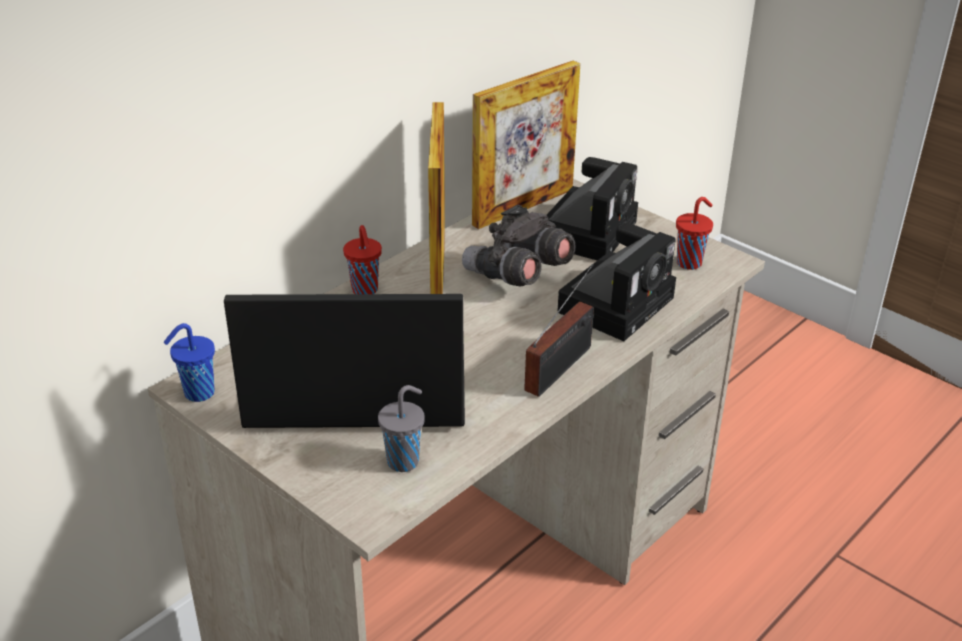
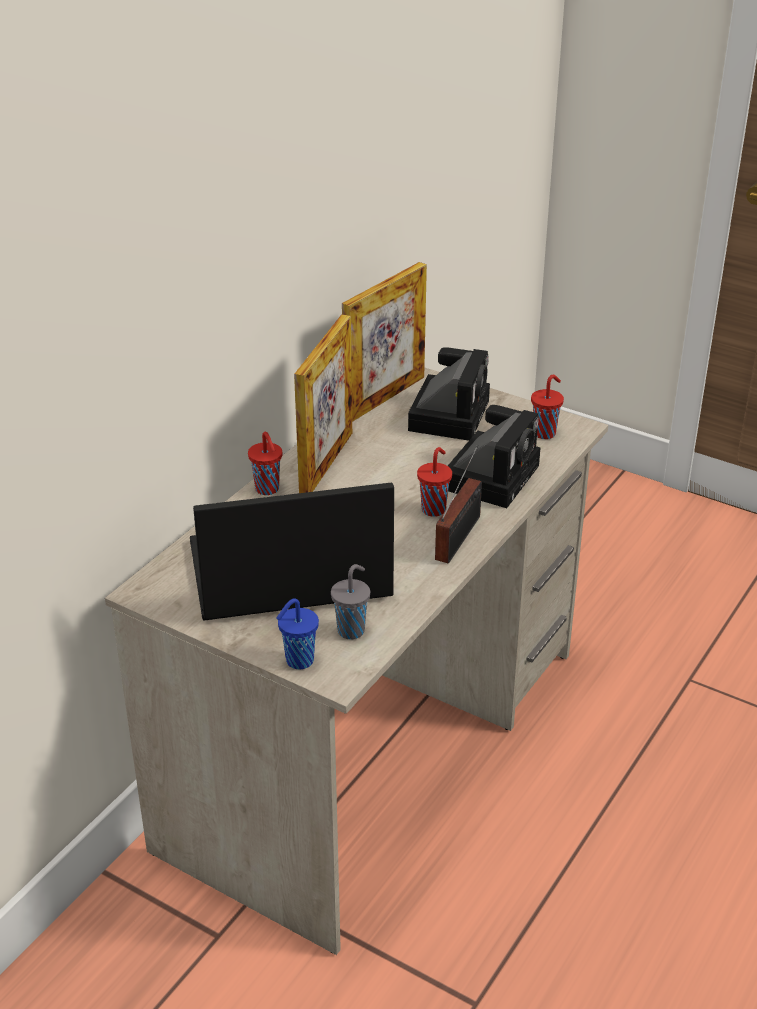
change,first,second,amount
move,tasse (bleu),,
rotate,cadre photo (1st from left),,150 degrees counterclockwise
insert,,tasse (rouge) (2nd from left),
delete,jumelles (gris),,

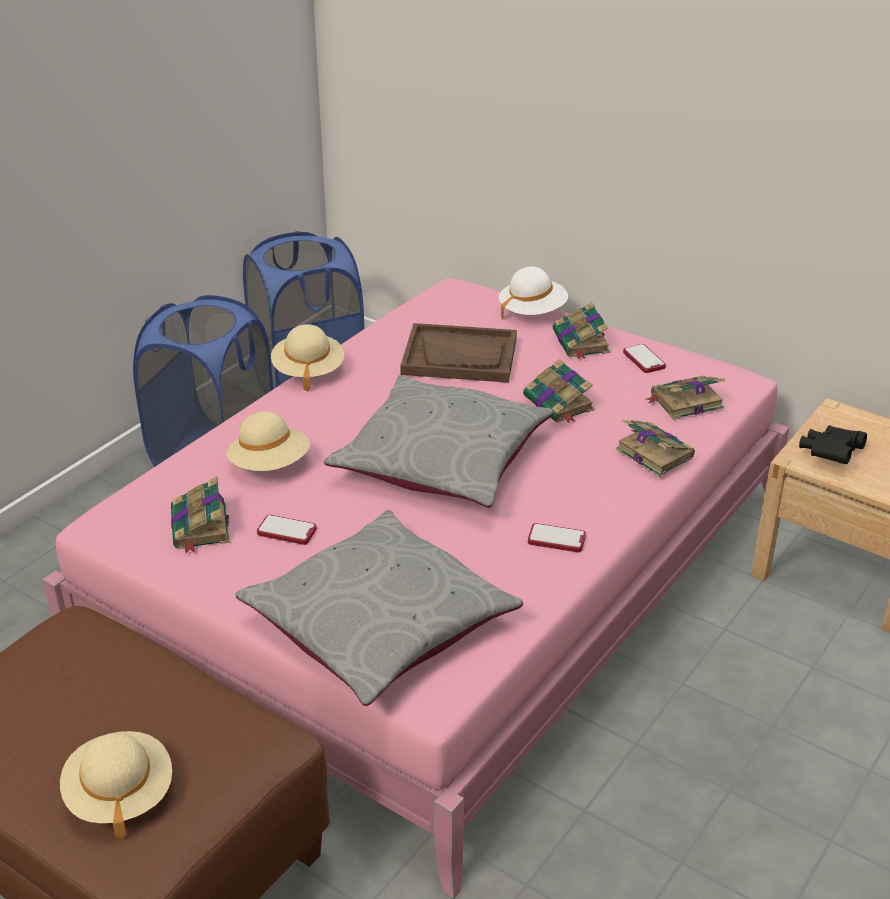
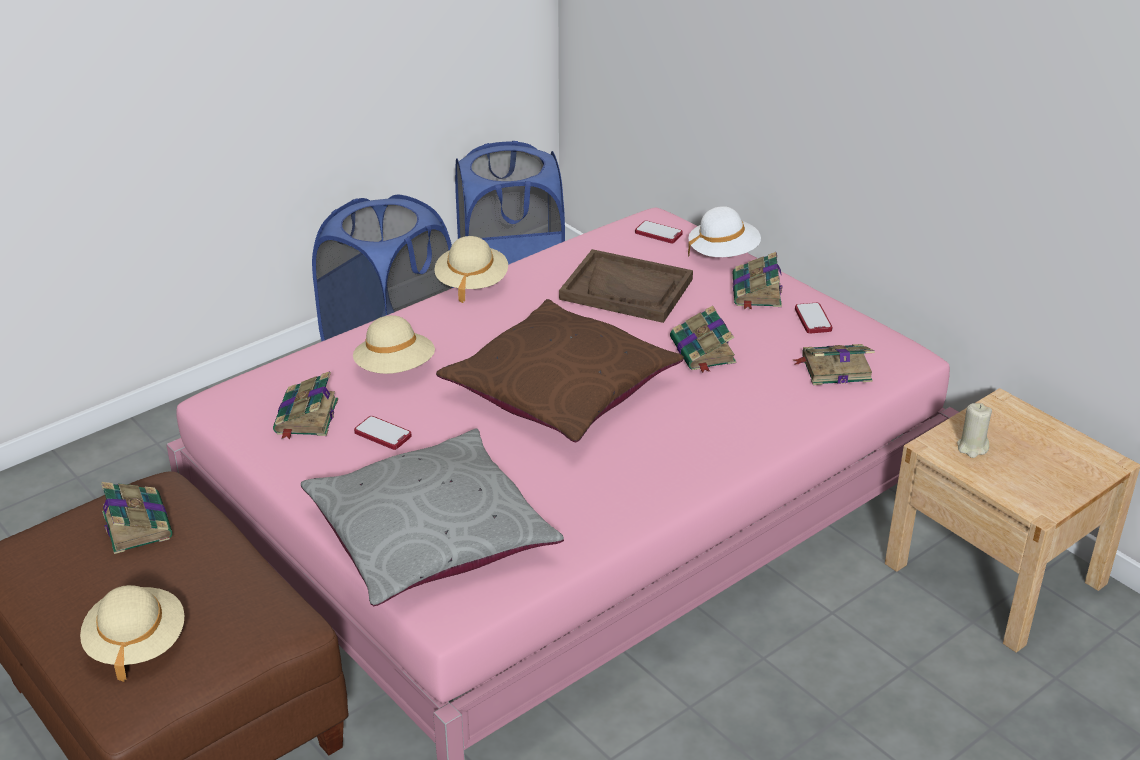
change,first,second,amount
move,livre (4th from left in the first image),livre (1st from left),
recolor,coussin (gris) (2nd from left),coussin (marron),
move,téléphone (2nd from left),,
replace,jumelles (noir),bougie (beige),

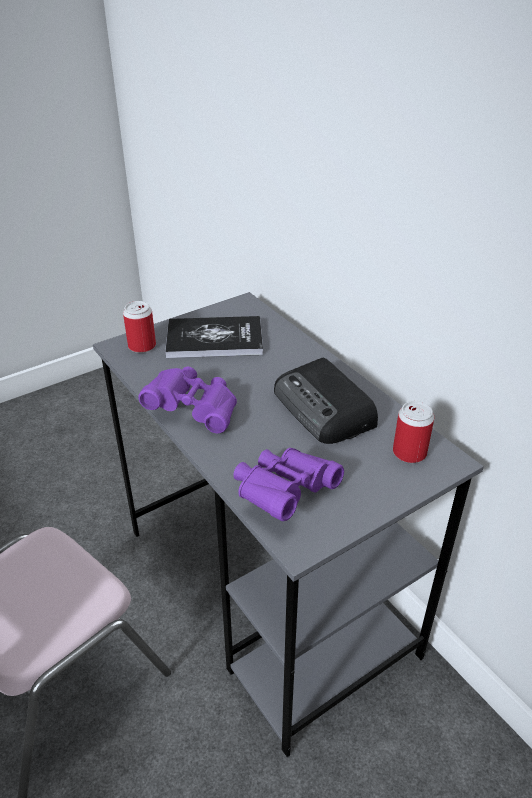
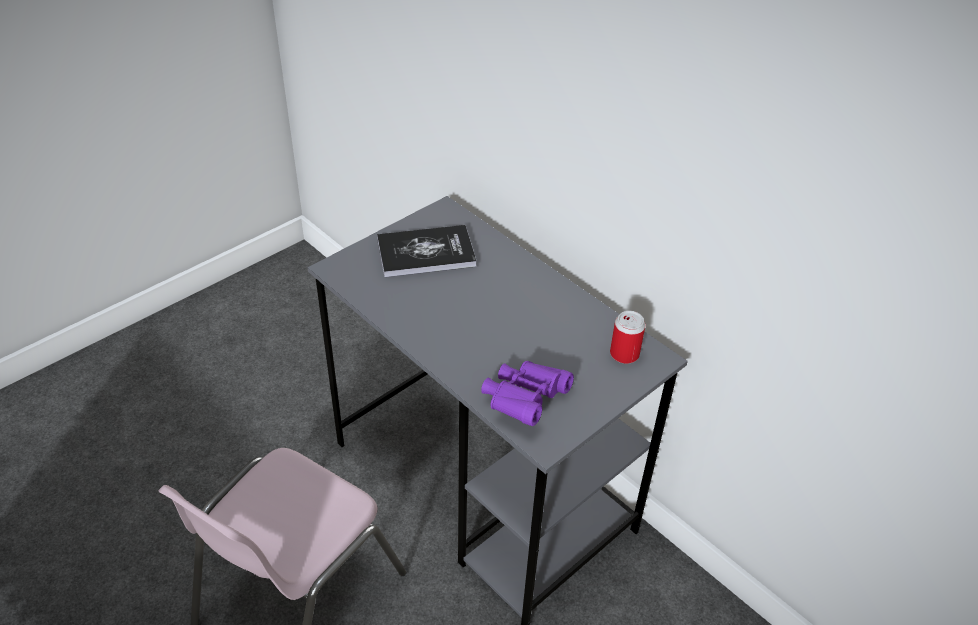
change,first,second,amount
delete,boîte métallique (1st from left),,
delete,jumelles (violet) (1st from left),,
delete,radio,,

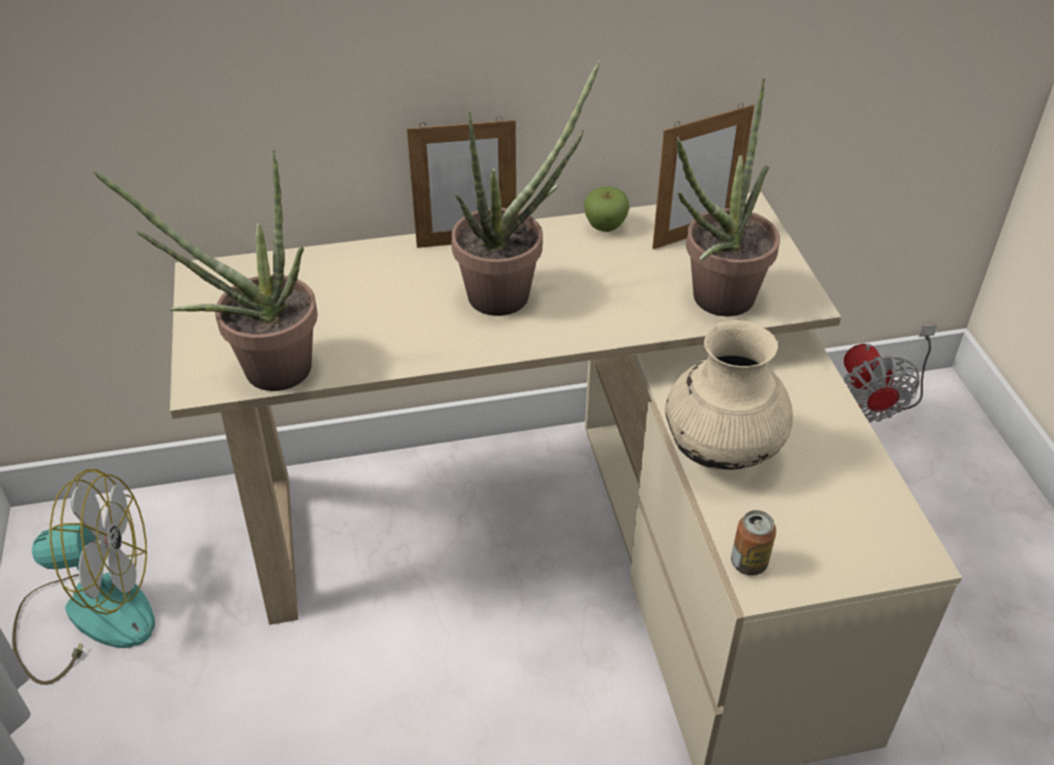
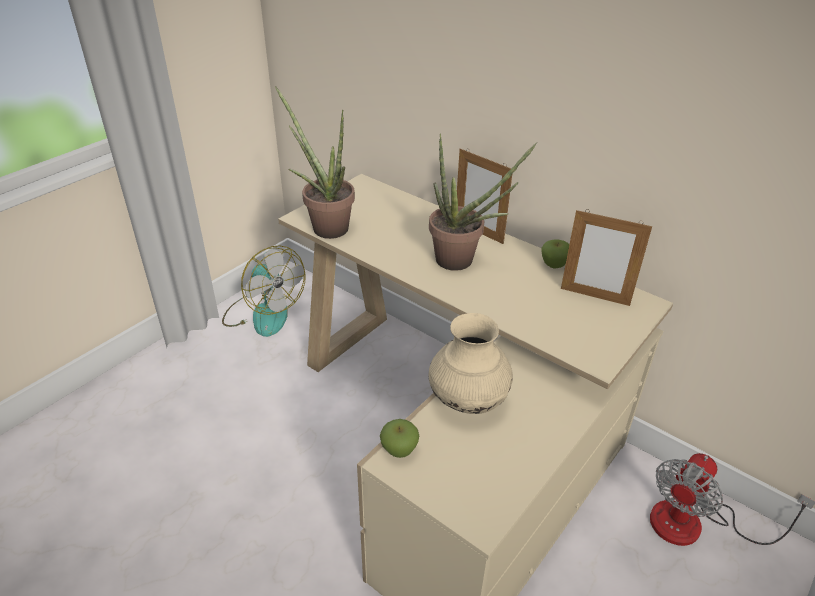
change,first,second,amount
replace,boîte métallique,pomme (1st from left),
delete,plante en pot (3rd from left),,

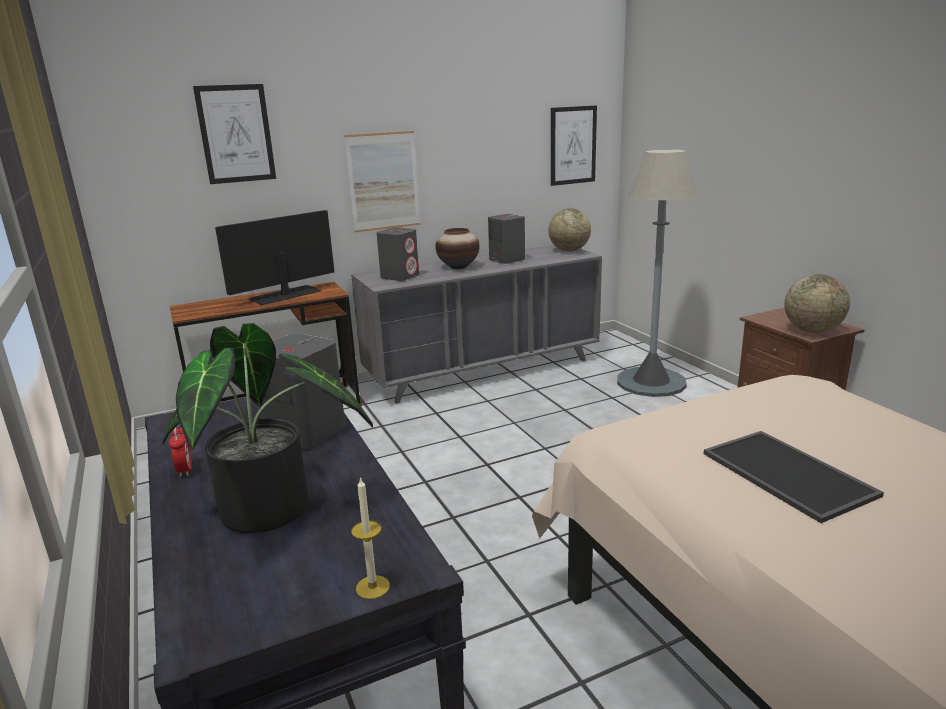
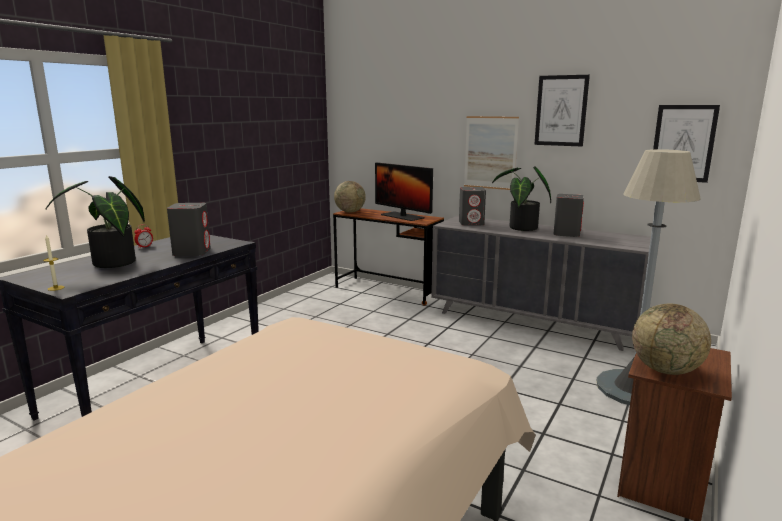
change,first,second,amount
move,globe (1st from left),,
rotate,écran d'ordinateur,,150 degrees counterclockwise
replace,vase,plante en pot (2nd from left),
move,tableau (1st from left in the first image),tableau (2nd from left),
delete,plateau,,

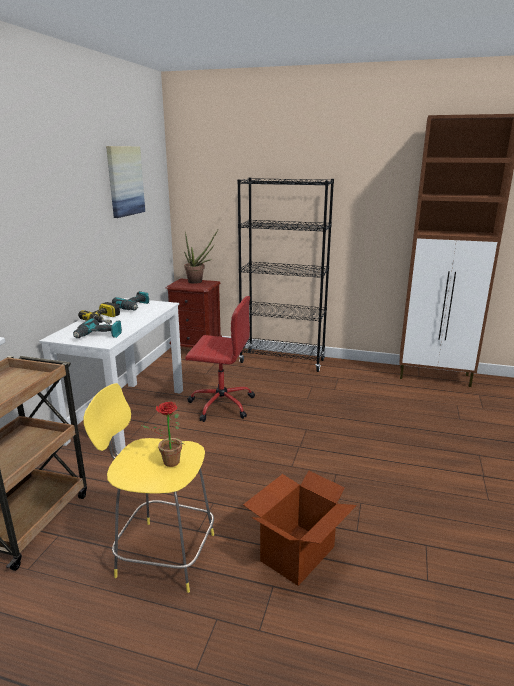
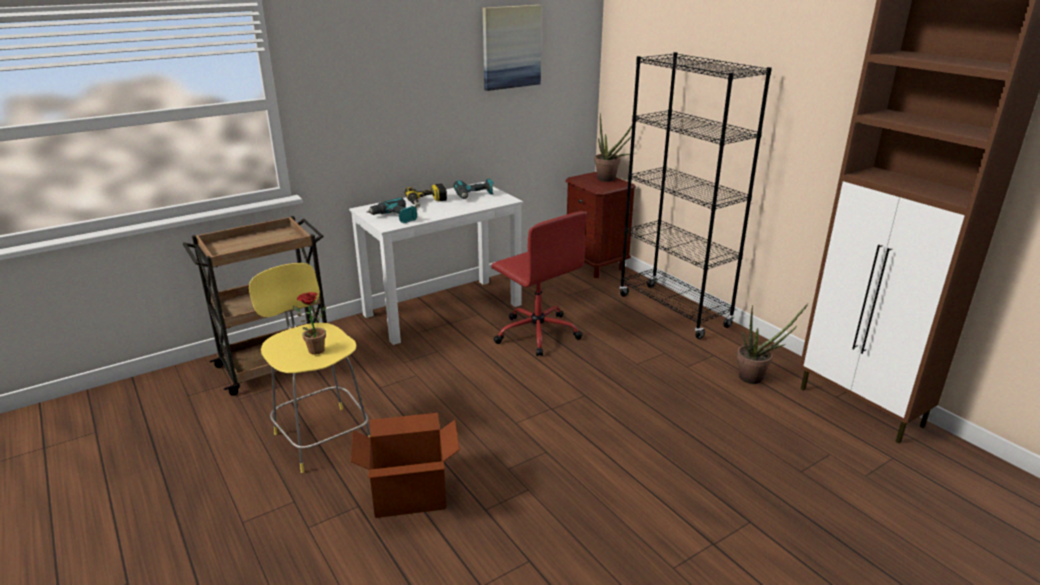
change,first,second,amount
insert,,plante en pot (3rd from left),

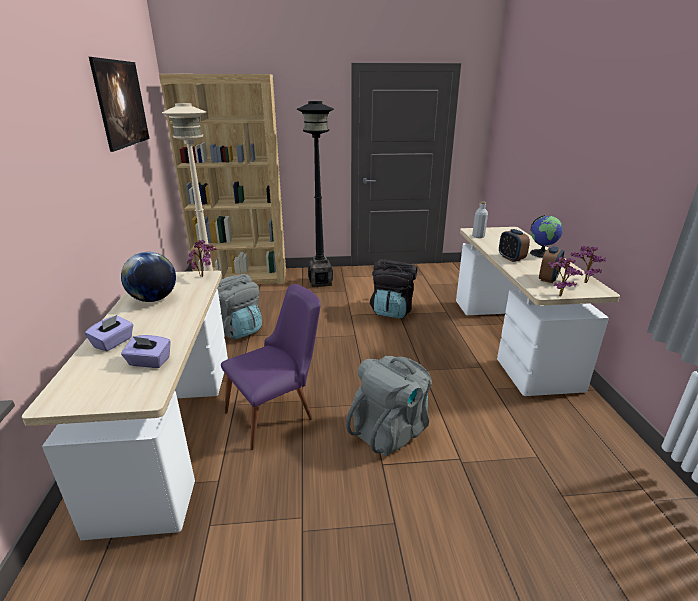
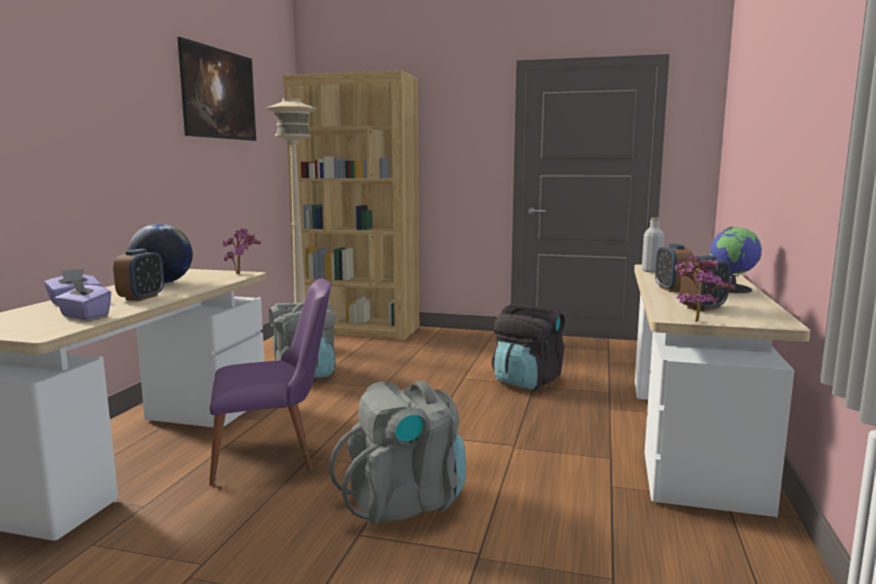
change,first,second,amount
insert,,réveil (1st from left),
delete,lampadaire (noir),,
delete,plante en pot (3rd from left),,

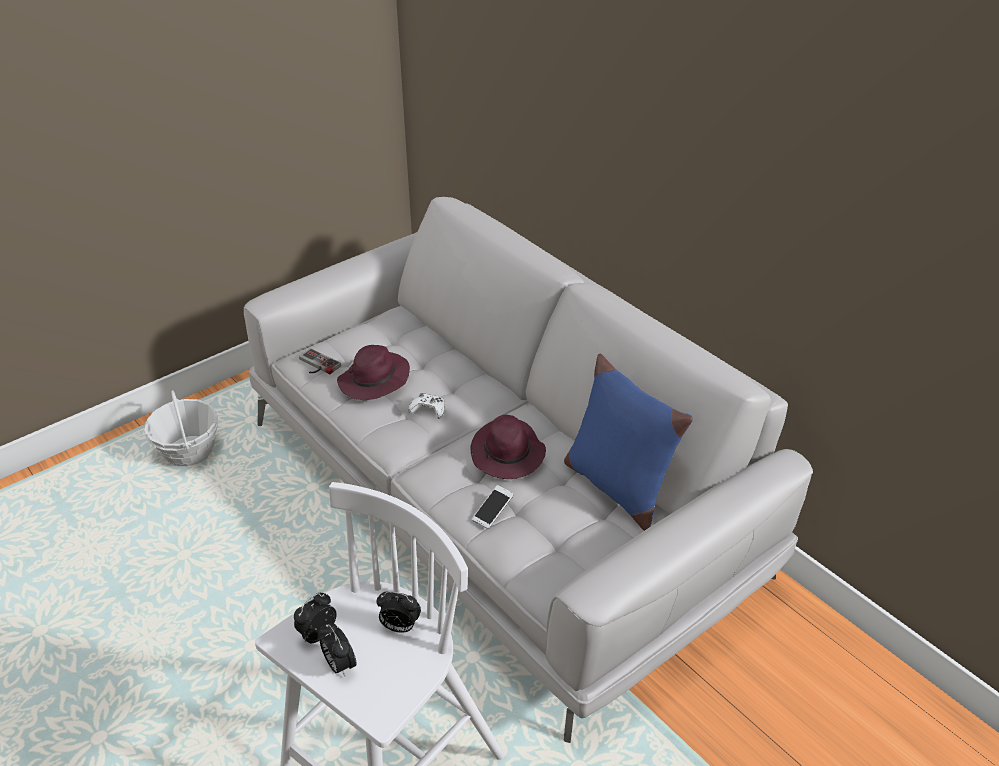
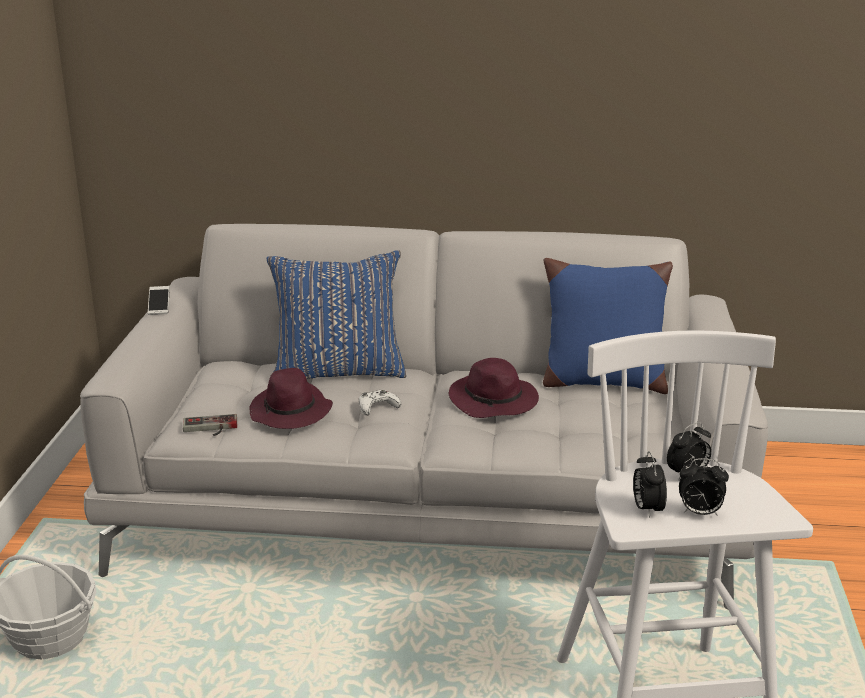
change,first,second,amount
move,téléphone,,
insert,,coussin (bleu) (1st from left),

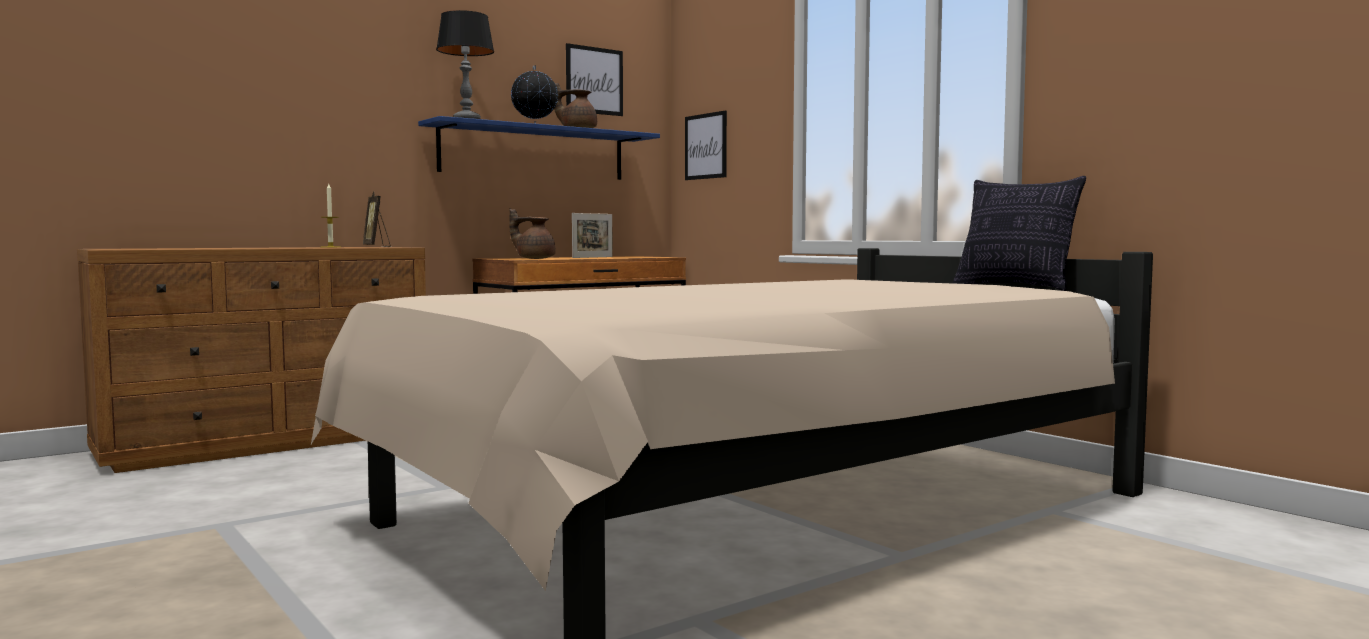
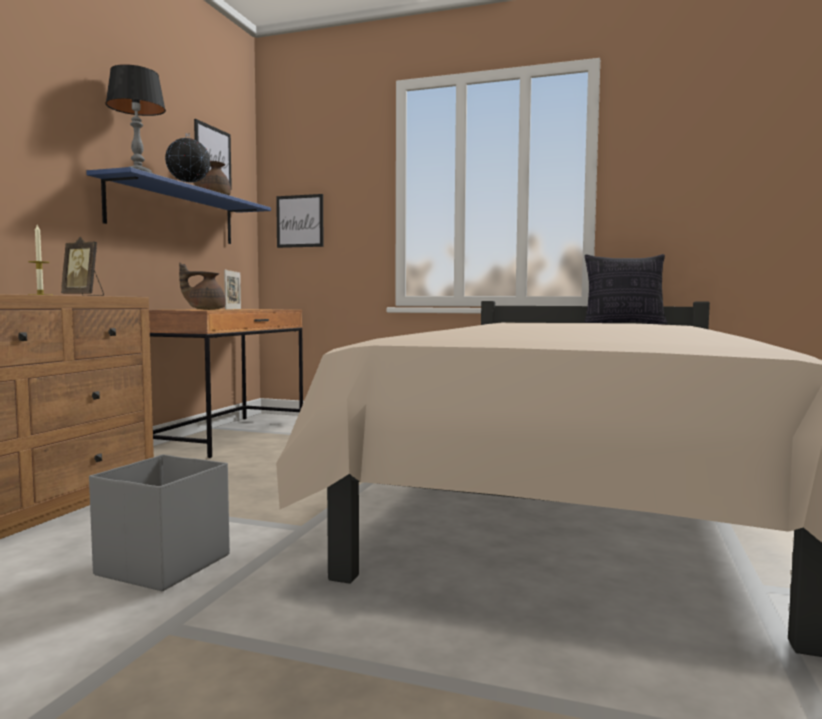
change,first,second,amount
insert,,boîte de rangement (gris),

